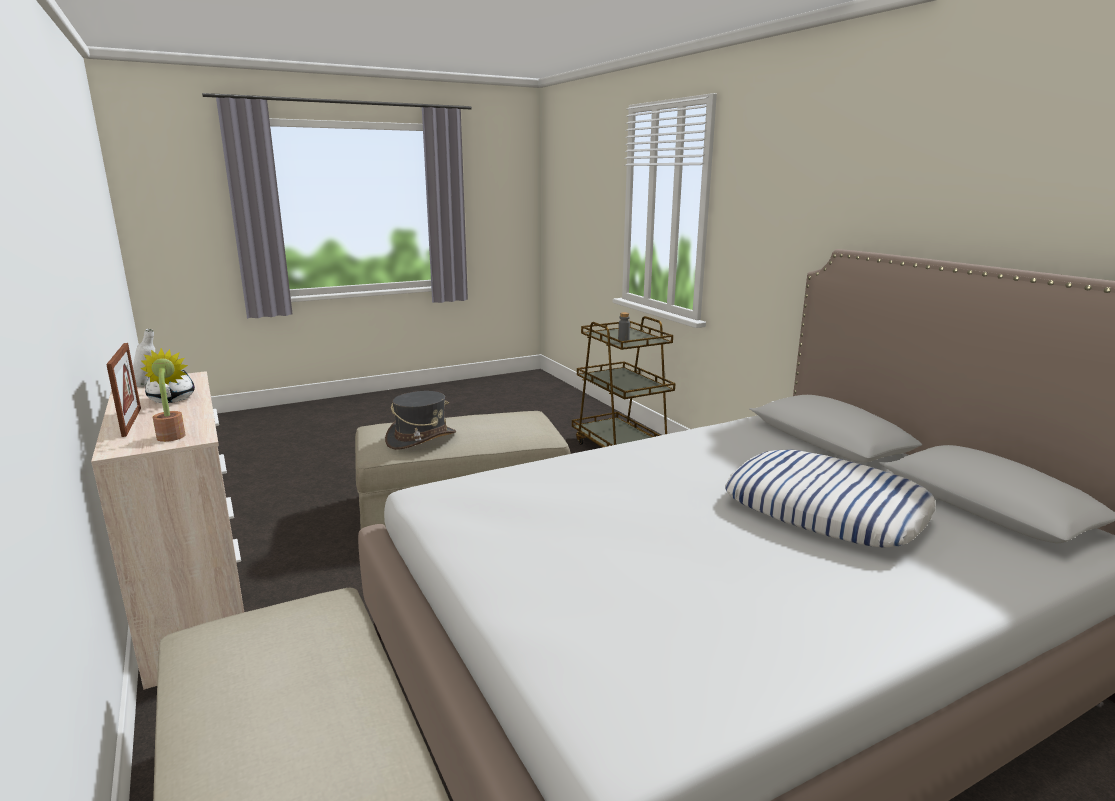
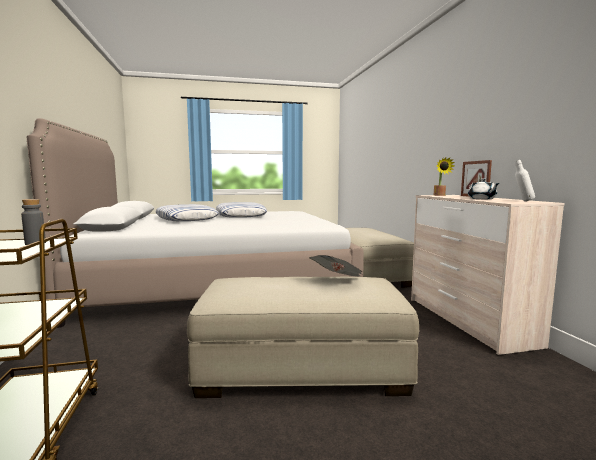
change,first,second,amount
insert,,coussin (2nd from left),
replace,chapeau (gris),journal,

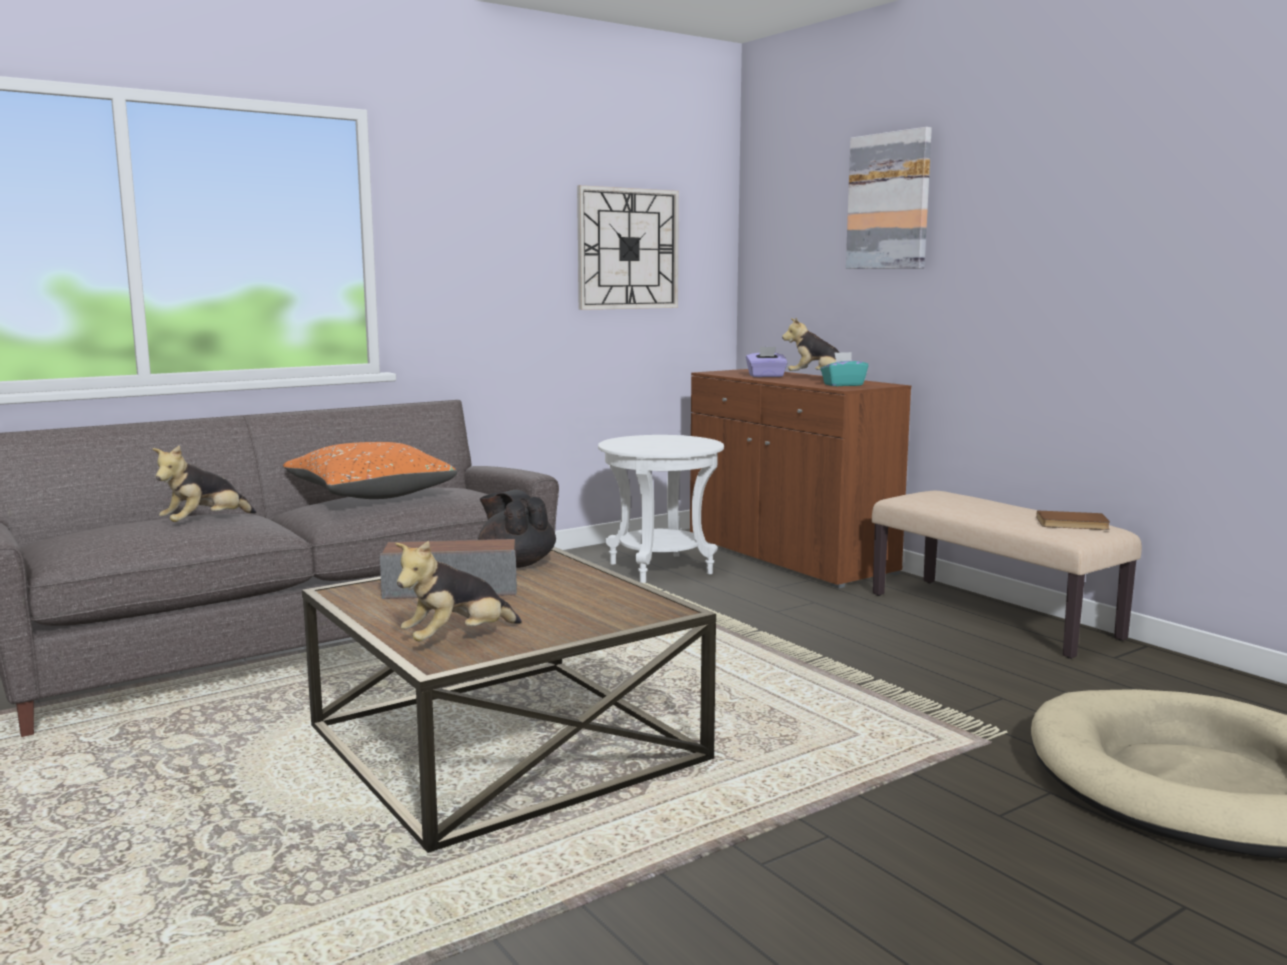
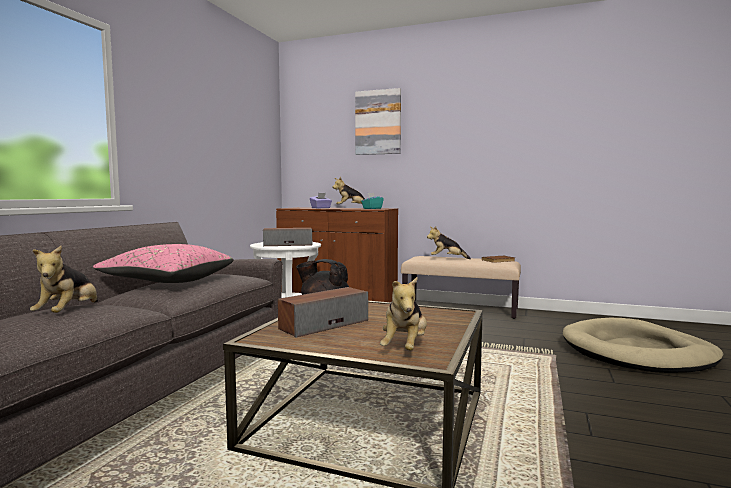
change,first,second,amount
recolor,coussin (orange),coussin (rose),
insert,,enceinte (1st from left),
insert,,peluche (4th from left),
delete,horloge murale,,

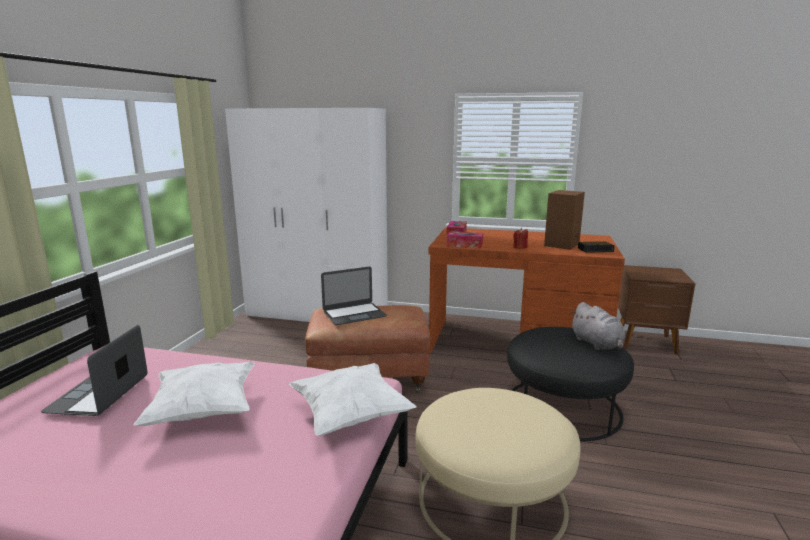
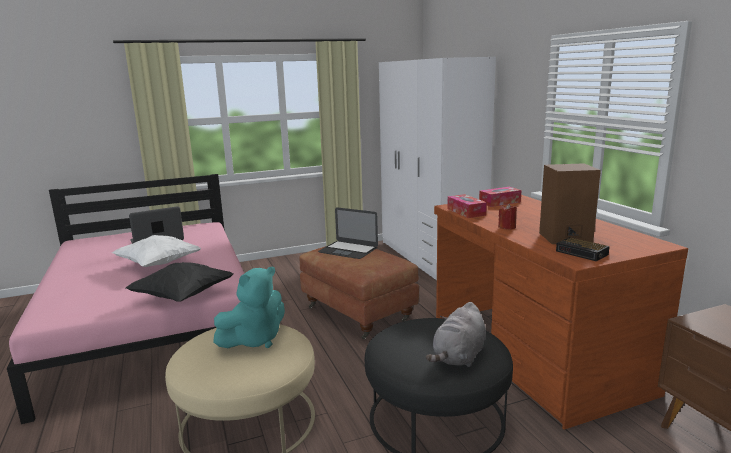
change,first,second,amount
recolor,coussin (blanc) (2nd from left),coussin (noir),
insert,,peluche (turquoise),

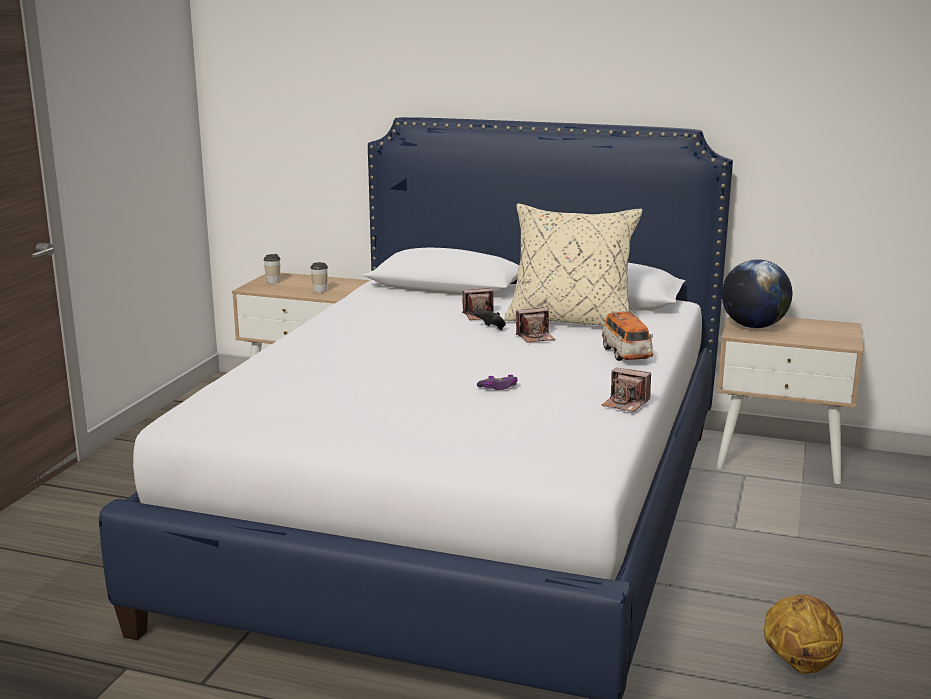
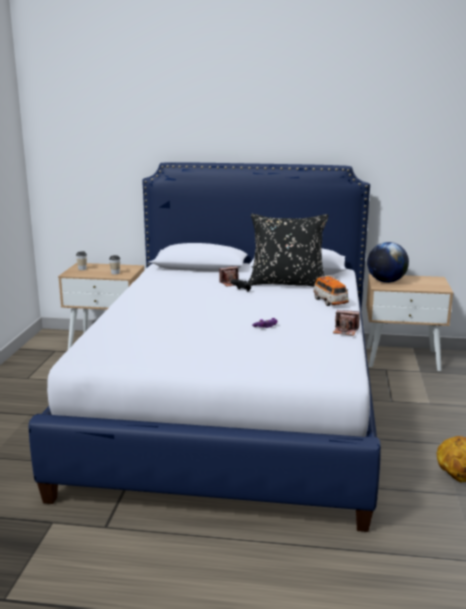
change,first,second,amount
recolor,coussin (beige),coussin (noir),
delete,appareil photo (2nd from left),,

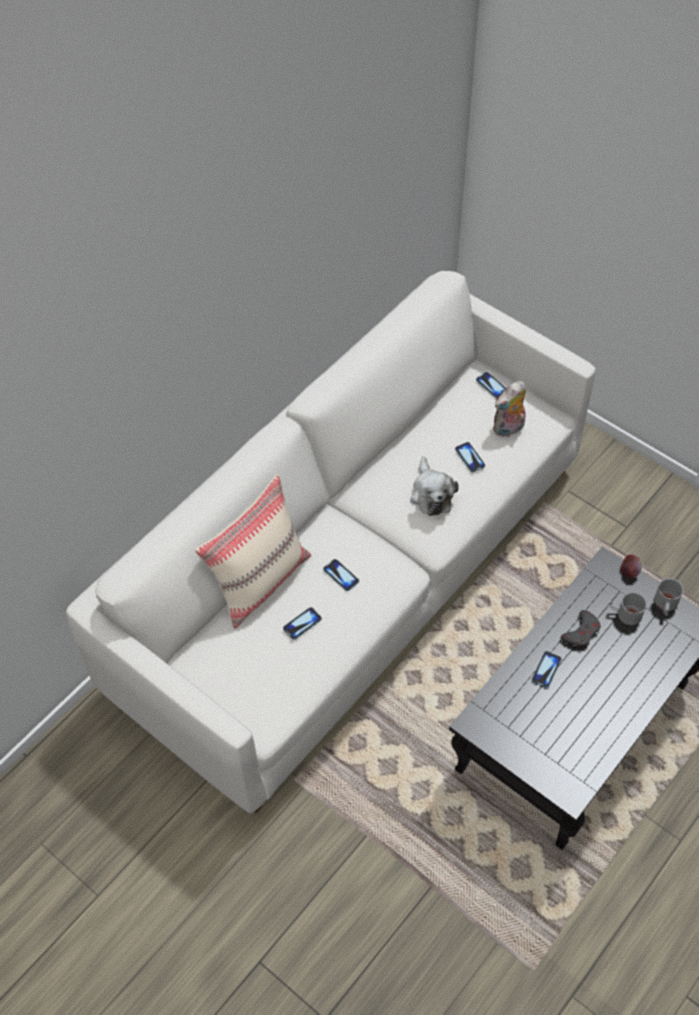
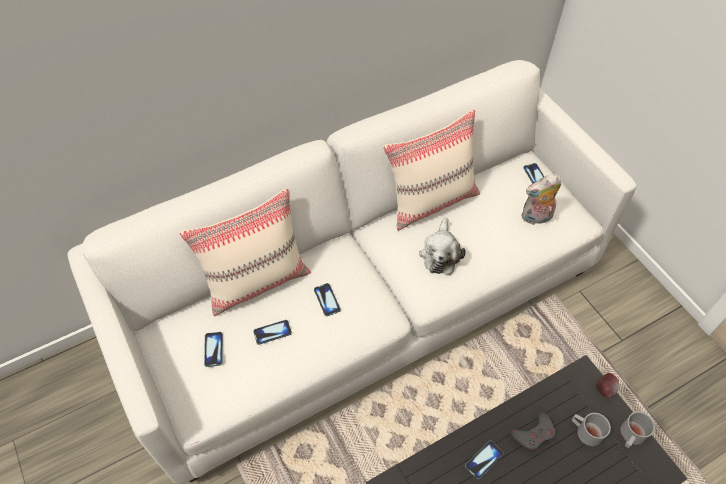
change,first,second,amount
move,téléphone (3rd from left in the first image),téléphone (1st from left),
insert,,coussin (beige) (2nd from left),

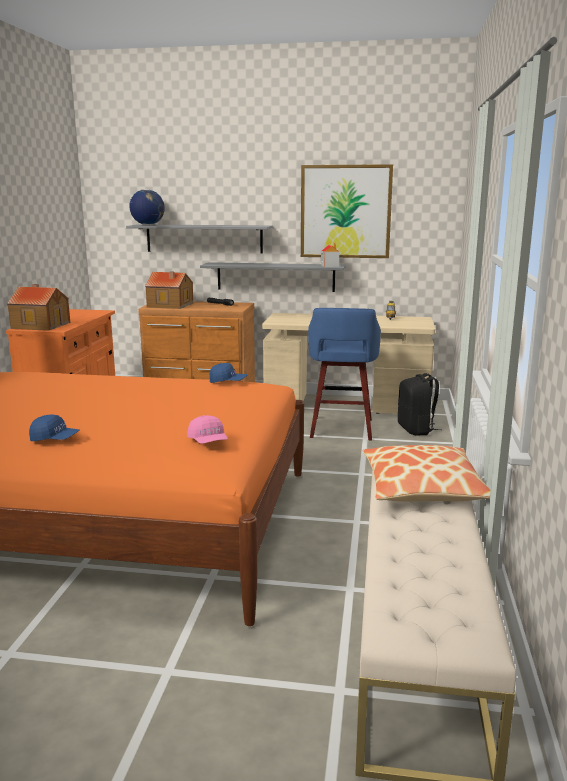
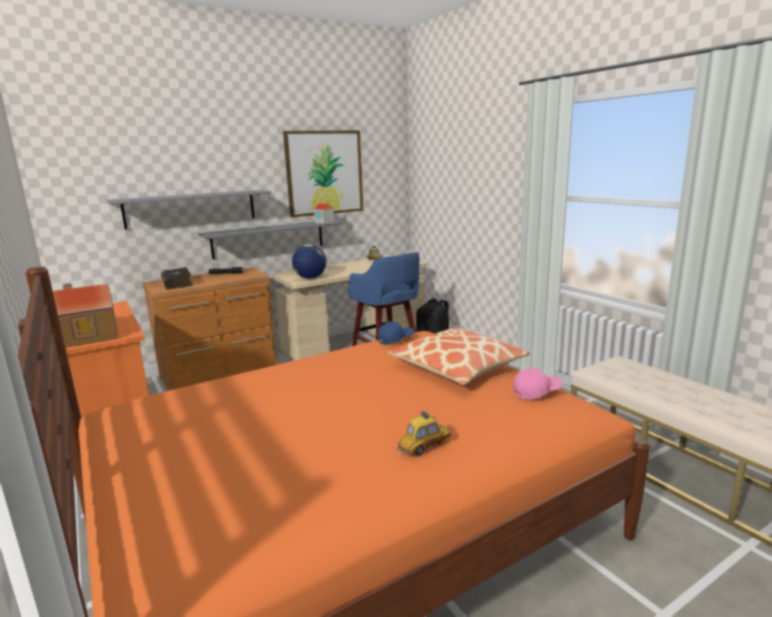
change,first,second,amount
replace,maison miniature (2nd from left),livre,
move,globe,,
move,coussin,,
replace,casquette (bleu) (1st from left),petite voiture (2nd from left),
rotate,casquette (rose),,45 degrees counterclockwise

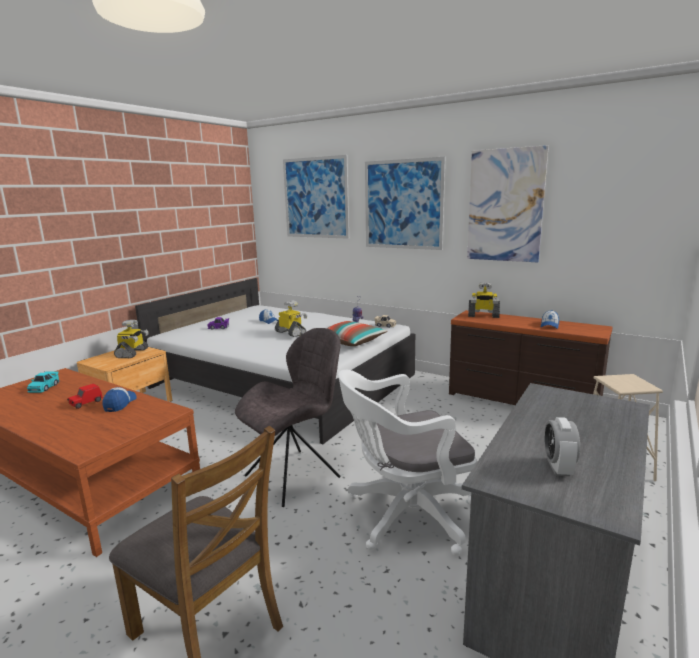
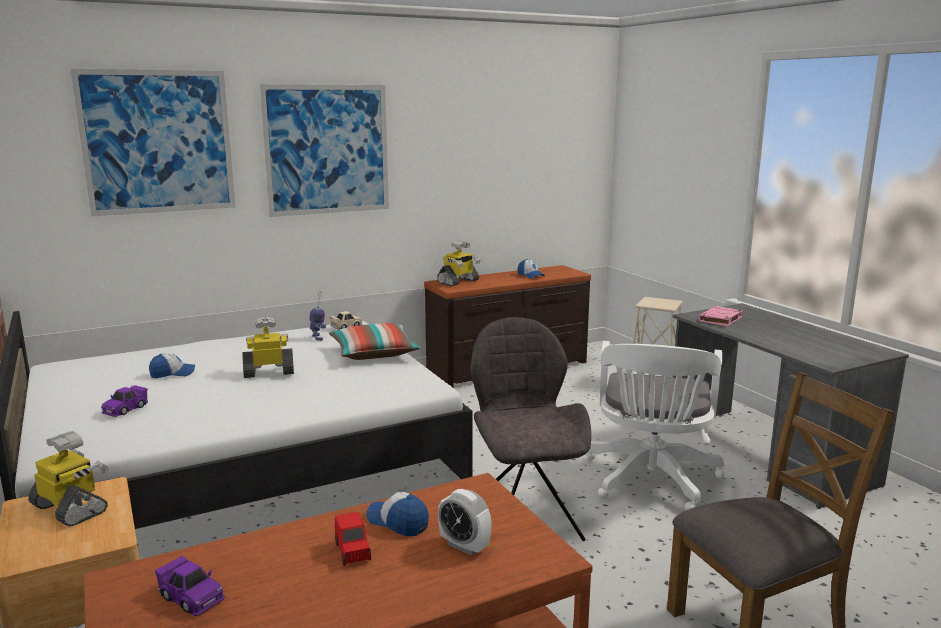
change,first,second,amount
recolor,petite voiture (turquoise),petite voiture (violet) (2nd from left),
move,réveil,,
insert,,livre (rose),
delete,tableau (3rd from left),,

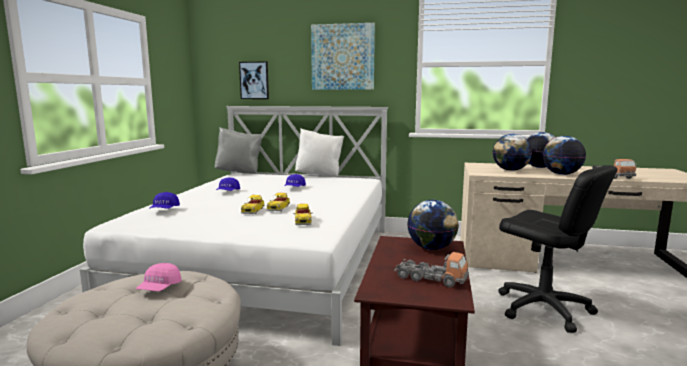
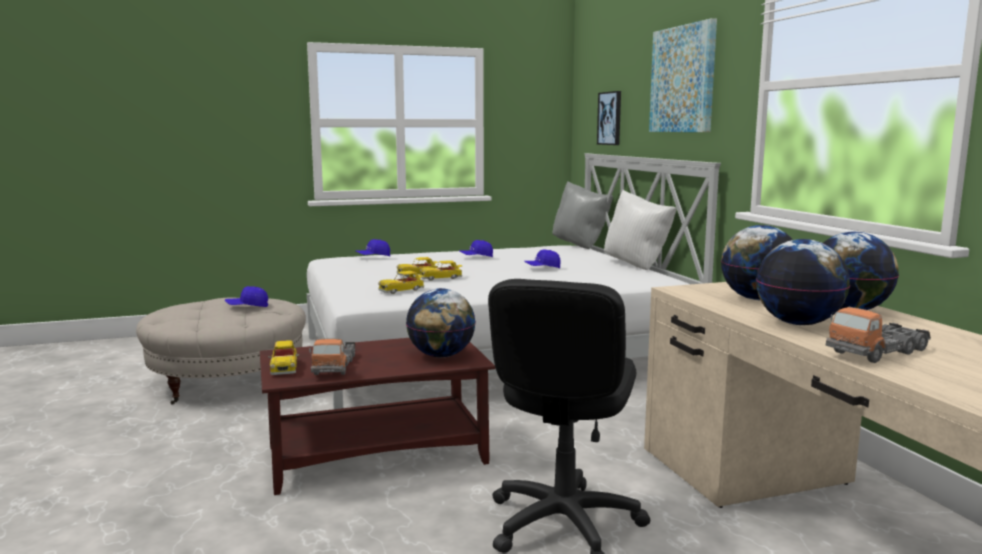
change,first,second,amount
recolor,casquette (rose),casquette (bleu) (1st from left),
insert,,petite voiture (1st from left),

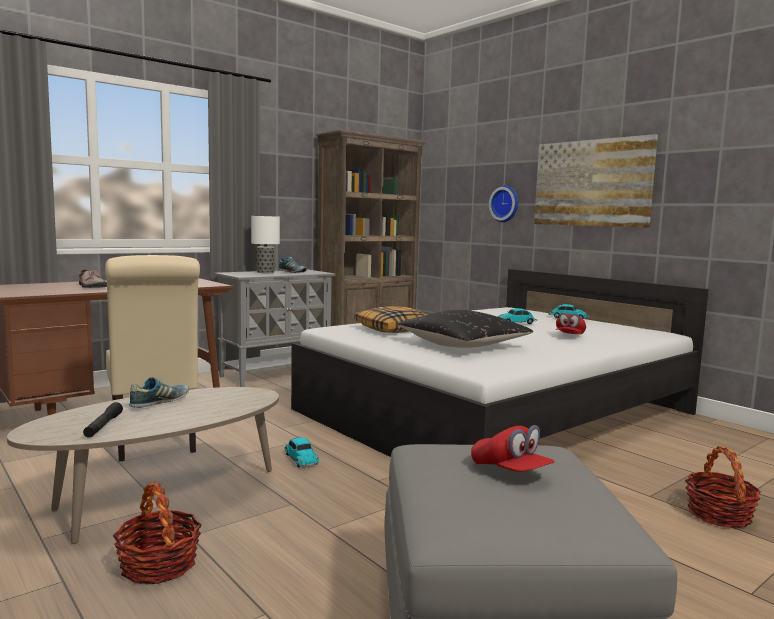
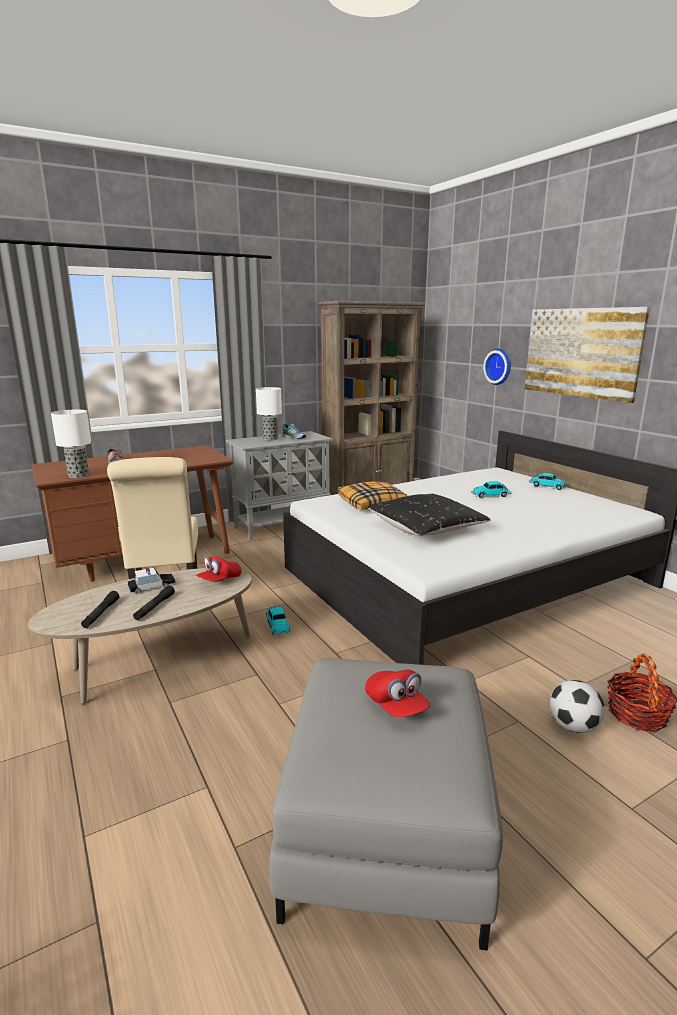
change,first,second,amount
insert,,lampe de table (1st from left),
replace,chaussure (2nd from left),petite voiture (1st from left),
insert,,lampe de poche (noir) (2nd from left),
move,casquette (rouge) (2nd from left in the first image),casquette (rouge) (1st from left),
insert,,ballon de foot,
delete,panier (1st from left),,

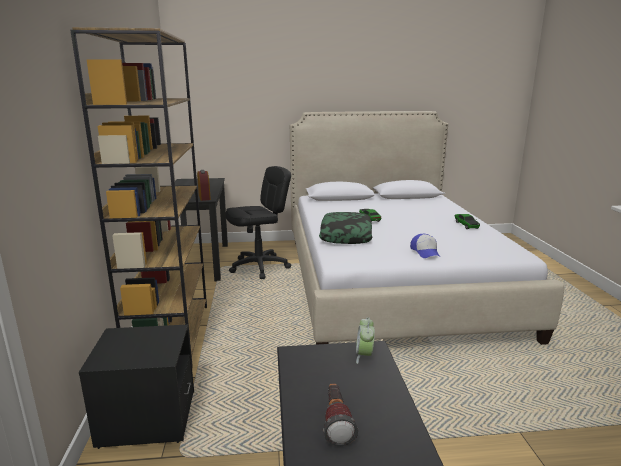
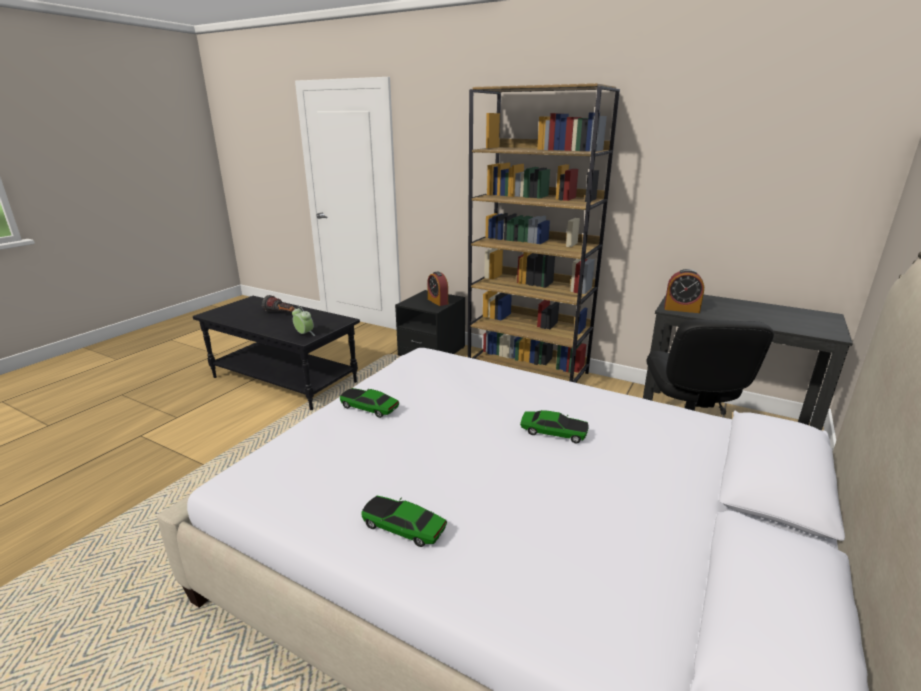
change,first,second,amount
replace,casquette,petite voiture (1st from left),
insert,,réveil (2nd from left),
delete,coussin,,

